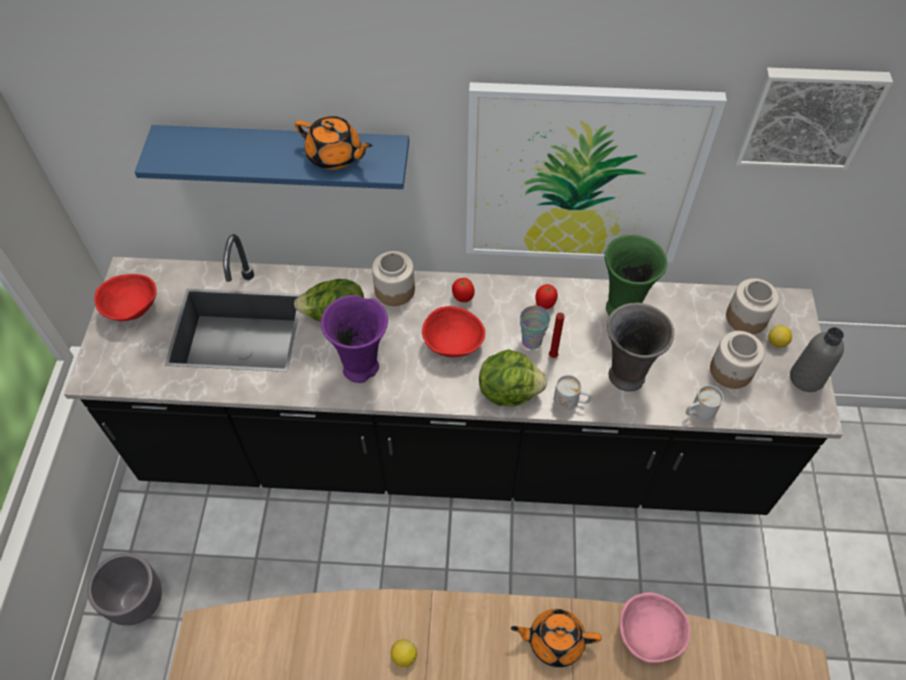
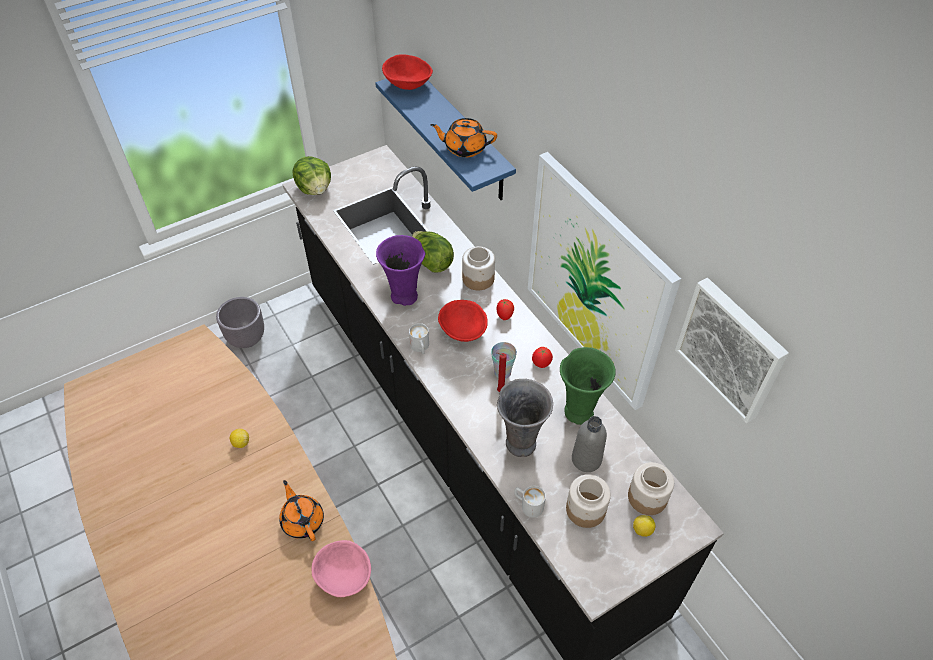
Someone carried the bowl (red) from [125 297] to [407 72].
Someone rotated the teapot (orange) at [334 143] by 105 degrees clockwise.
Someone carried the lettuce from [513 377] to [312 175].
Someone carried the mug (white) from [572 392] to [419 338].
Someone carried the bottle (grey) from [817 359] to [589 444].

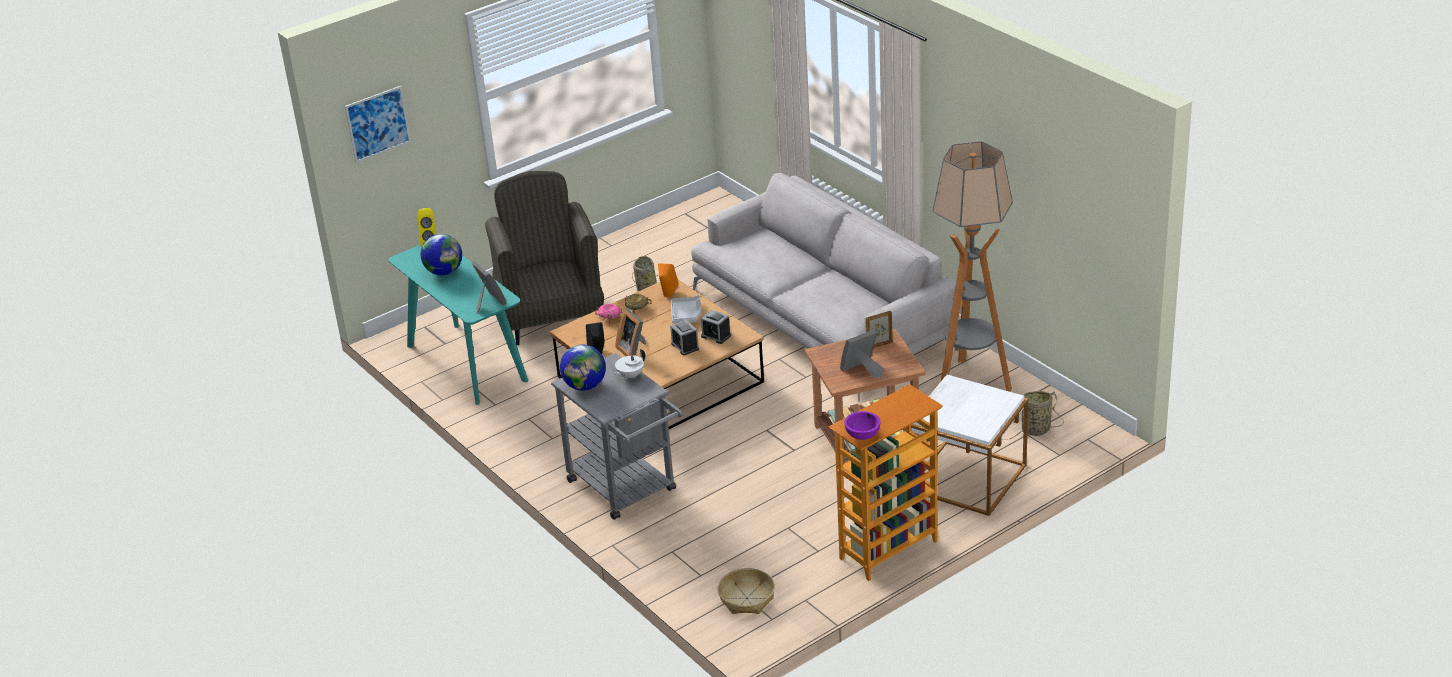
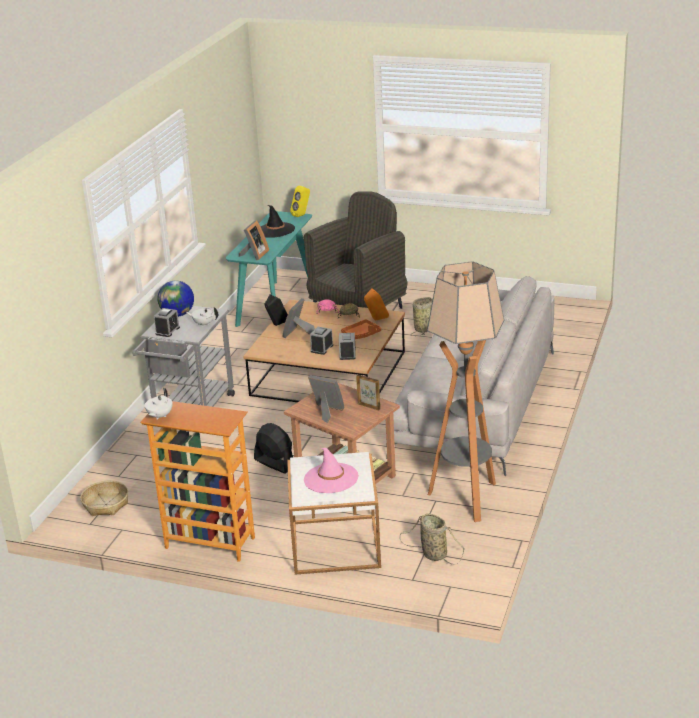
Someone took away the picture at [378 124].
Someone swapped the globe at [441 254] for the hat (black) at [278 221].
Someone repainted the tray (grey) at [686 309], which became the tray (orange) at [361 329].
Someone swapped the bowl (purple) at [862 425] for the teapot (white) at [158 404].
Someone put down the alarm clock at [167 322].
Someone put down the fan (black) at [273 448].
Someone put down the hat (pink) at [331 470].

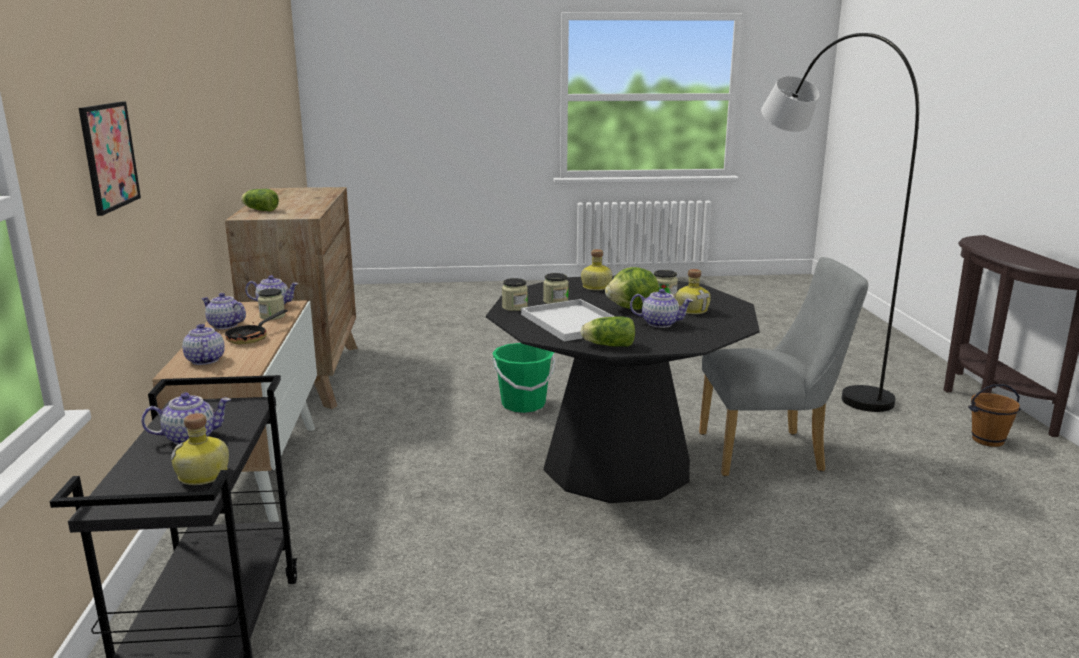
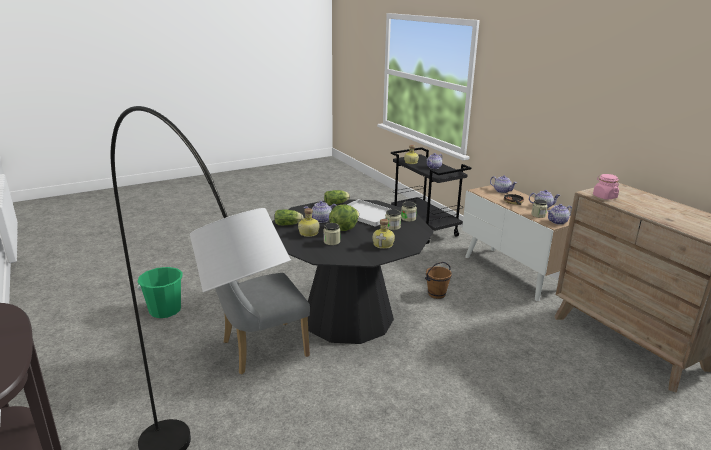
Someone took away the picture at [110 158].
Someone carried the lettuce from [260 200] to [288 217].
Someone carried the bucket (green) from [524 378] to [160 292].
Someone carried the bucket (brown) from [994 415] to [438 280].
Someone put down the jar (pink) at [606 187].

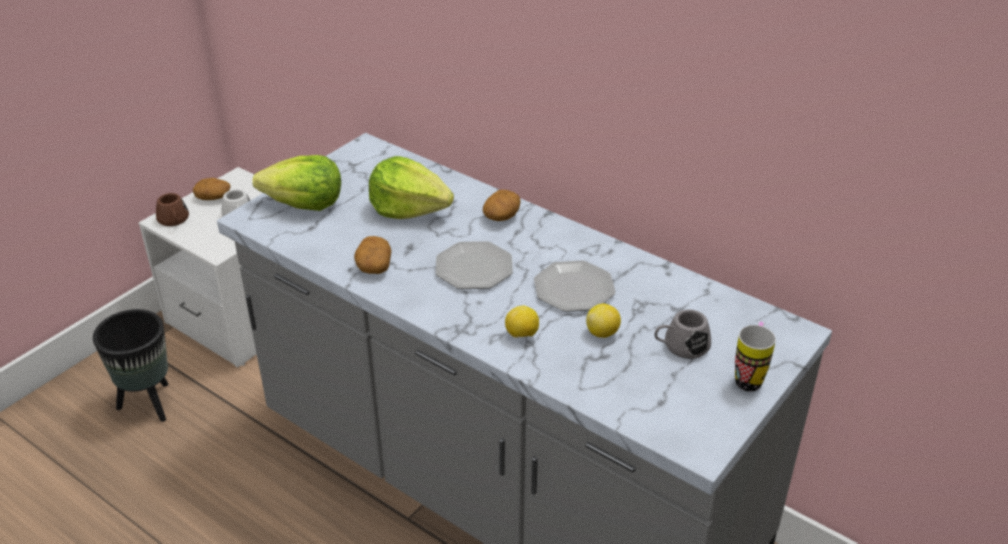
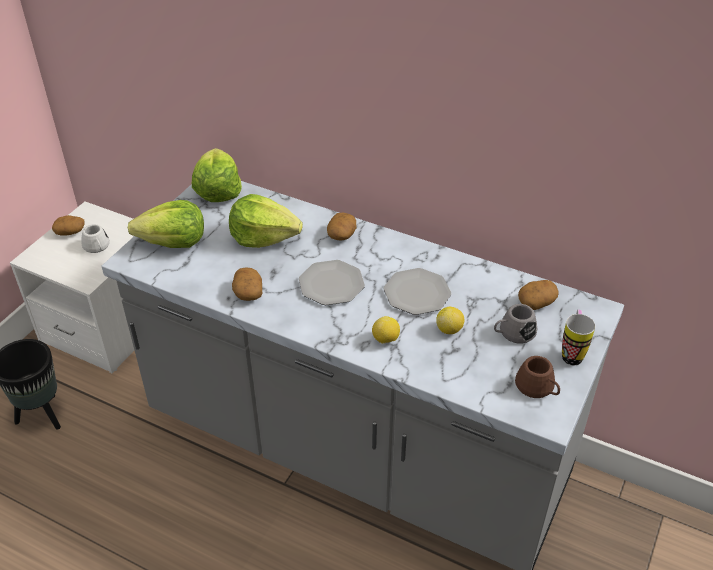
Someone carried the mug (brown) from [172 209] to [537 377].
Someone put down the lettuce at [217 175].
Someone put down the potato at [538 295].

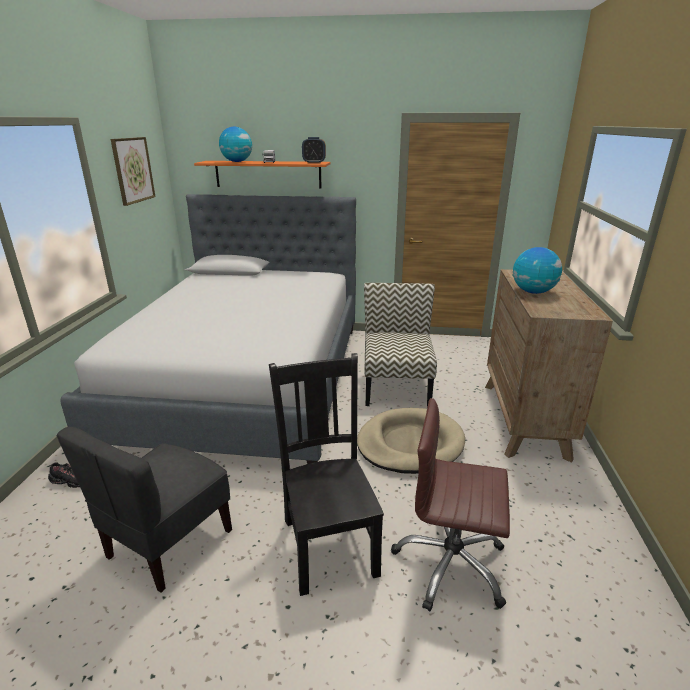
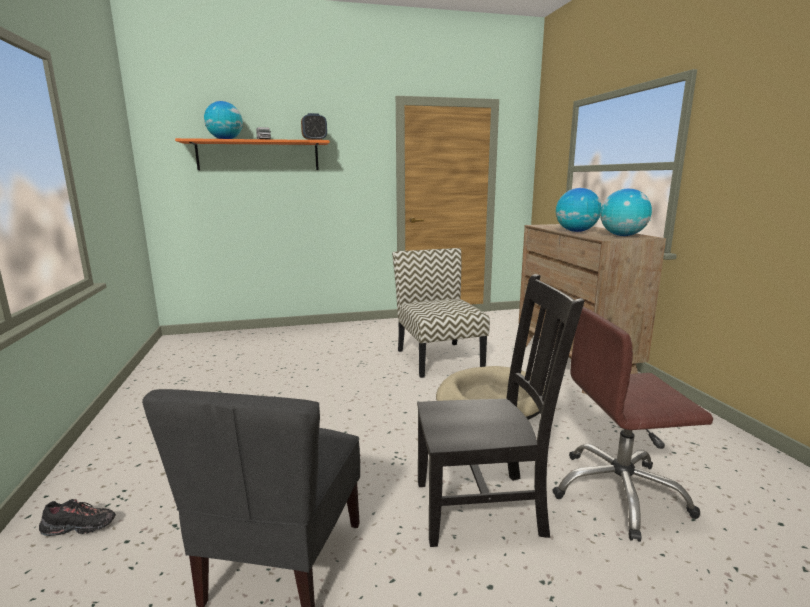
Someone took away the bed at [208 329].
Someone took away the picture at [133 171].
Someone rotated the chair (black) at [326 474] by 120 degrees clockwise.
Someone put down the globe at [626 212].

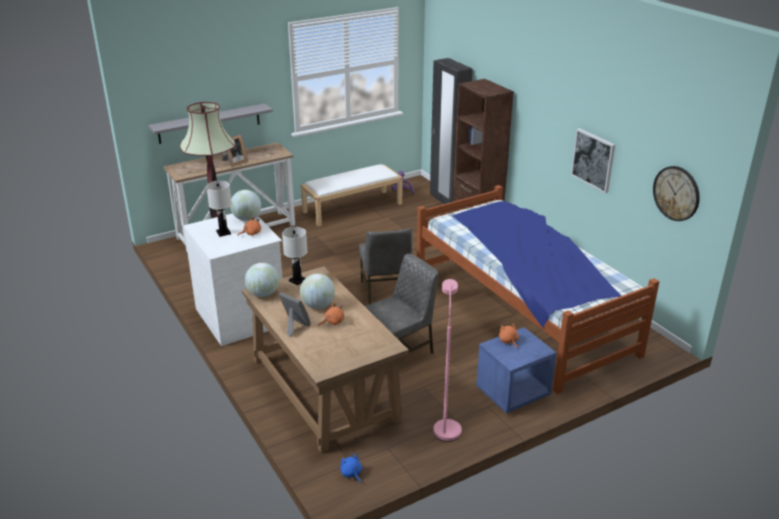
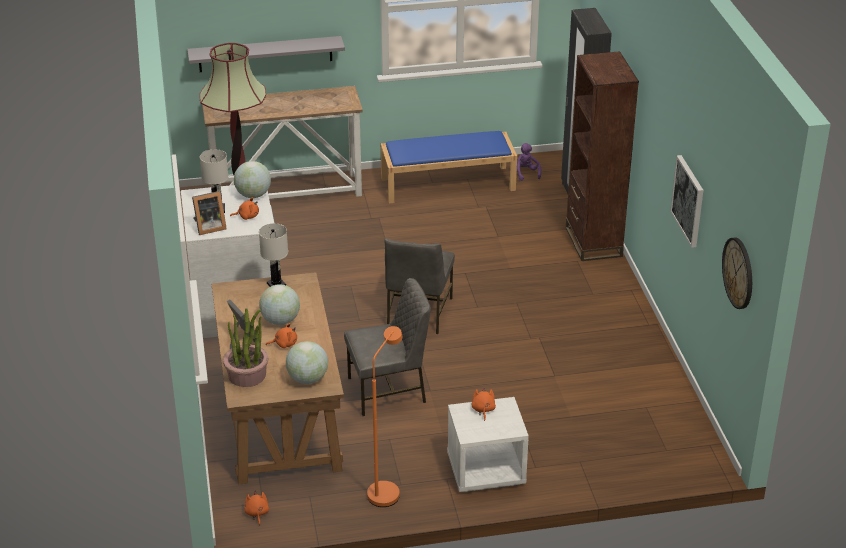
Someone carried the picture frame from [235 150] to [209 213].
Someone carried the globe from [262 280] to [307 362].
Someone repainted the bench (white) at [352 195], which became the bench (blue) at [449 167].
Someone repainted the plush toy (blue) at [351 468], which became the plush toy (orange) at [256 508].
Someone took away the bed at [538 289].
Someone repainted the floor lamp (pink) at [447 360], which became the floor lamp (orange) at [384 416].
Someone repainted the nightstand (blue) at [516 370], which became the nightstand (white) at [488 444].
Someone put down the potted plant at [245 347].

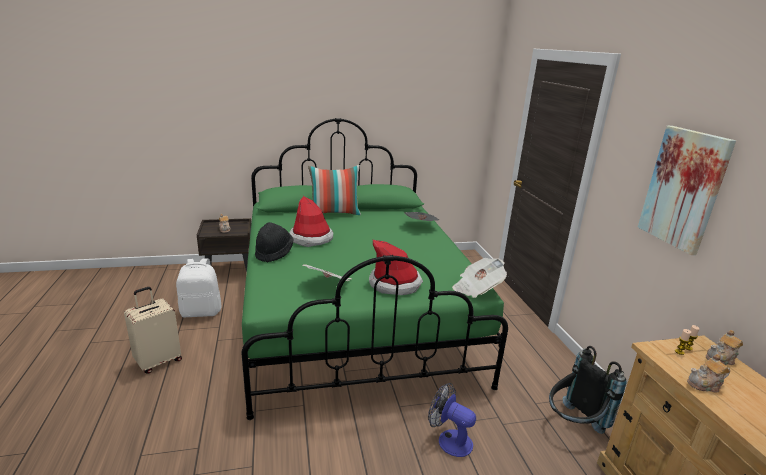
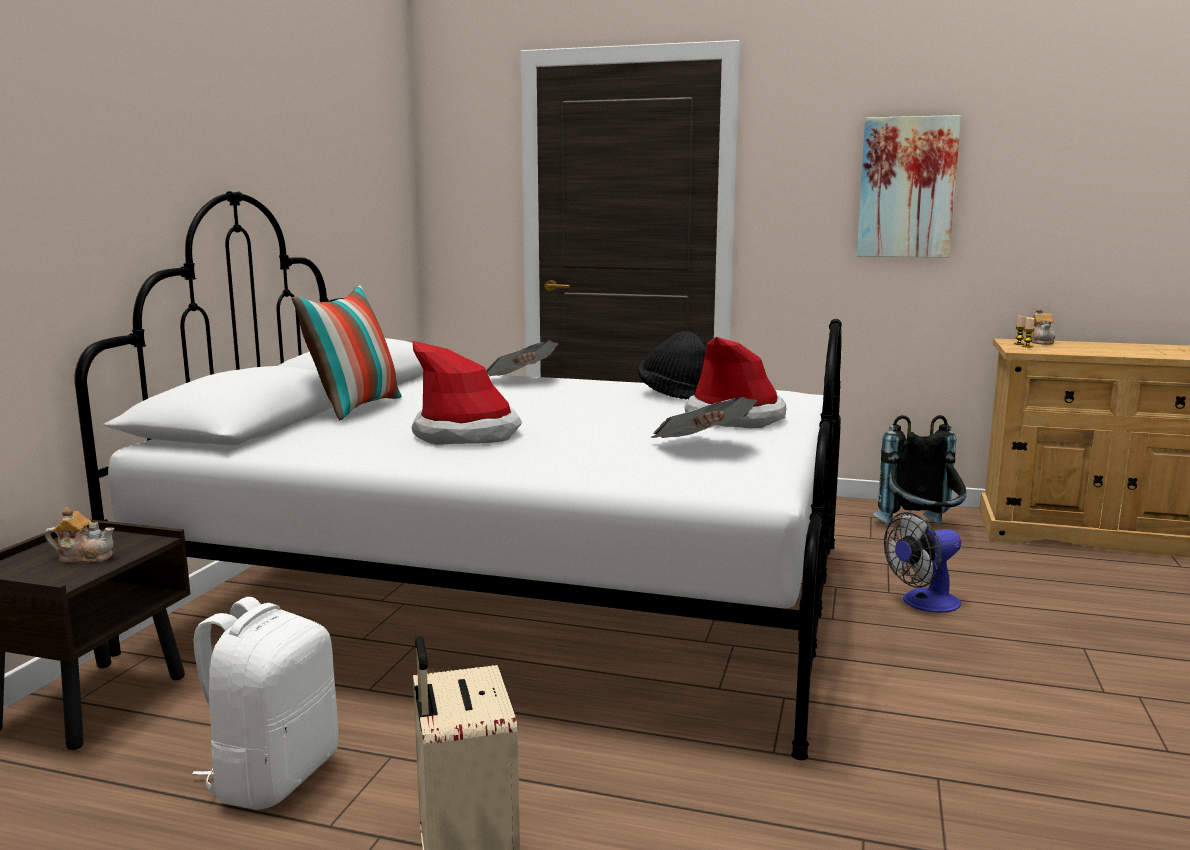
Someone repainted the bed (green) at [375 269], which became the bed (white) at [458 475].
Someone carried the hat (black) from [274 242] to [672 365].
Someone took away the newspaper at [479 278].
Someone took away the teapot at [708 373].

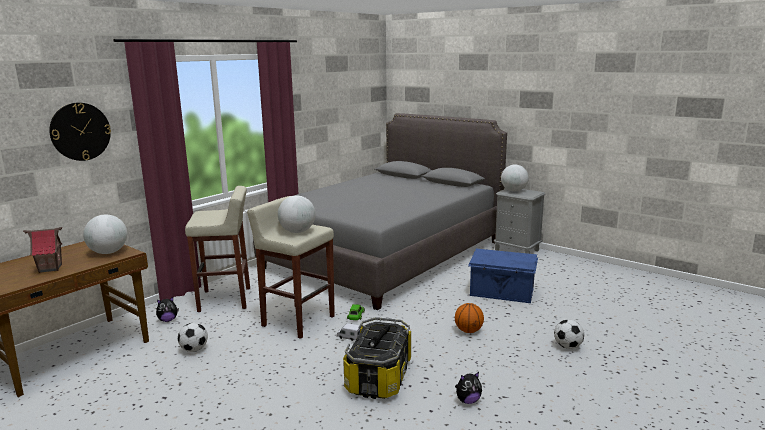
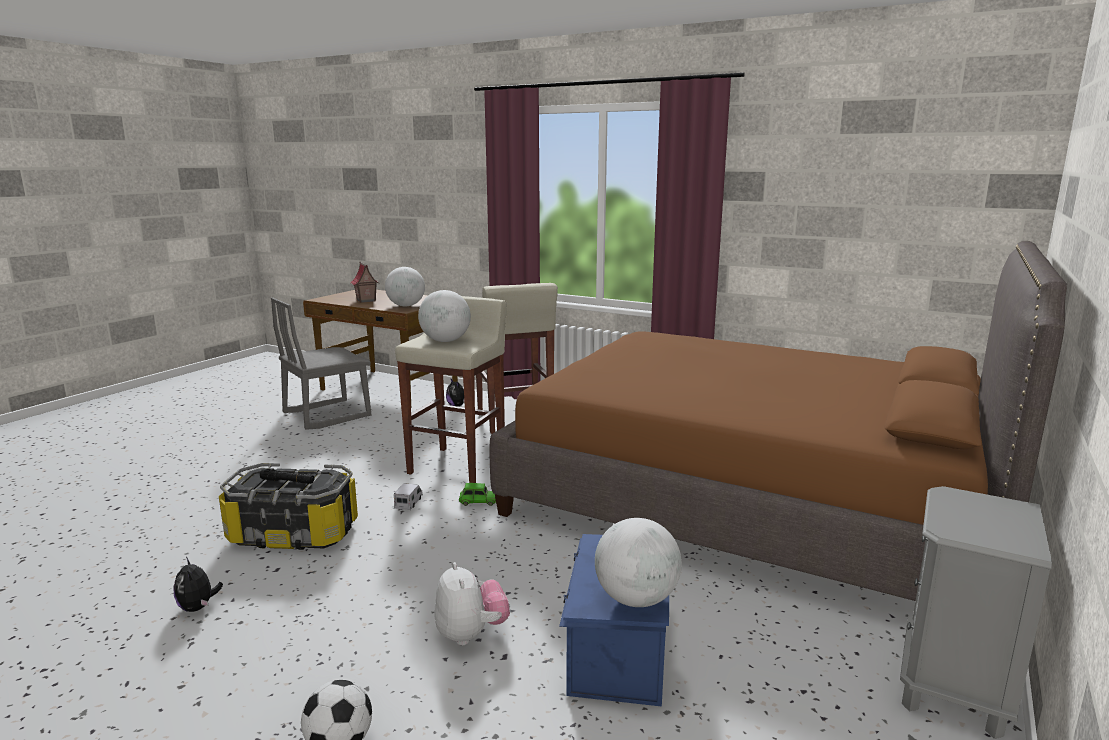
Someone took away the wall clock at [80 132].
Someone took away the football at [193 337].
Someone repainted the bed (grey) at [380 211], which became the bed (brown) at [778 421].
Someone took away the basketball at [469 318].
Someone carried the globe from [515 177] to [638 562].
Someone put down the chair (grey) at [321 364].
Someone put down the plush toy at [472 604].

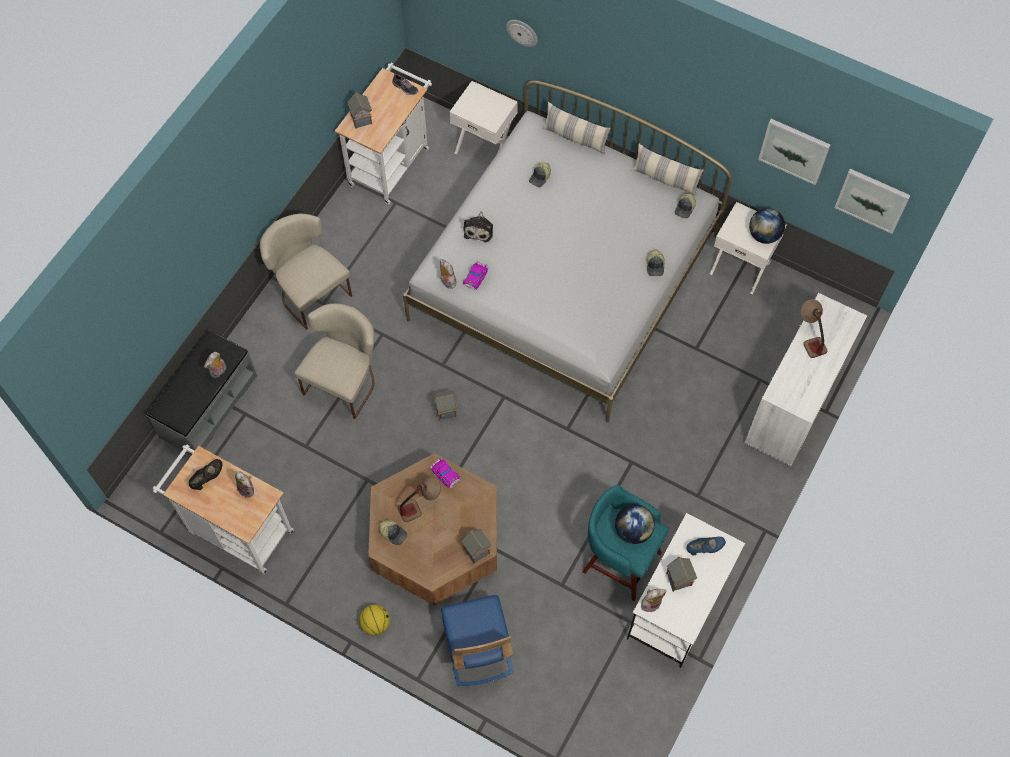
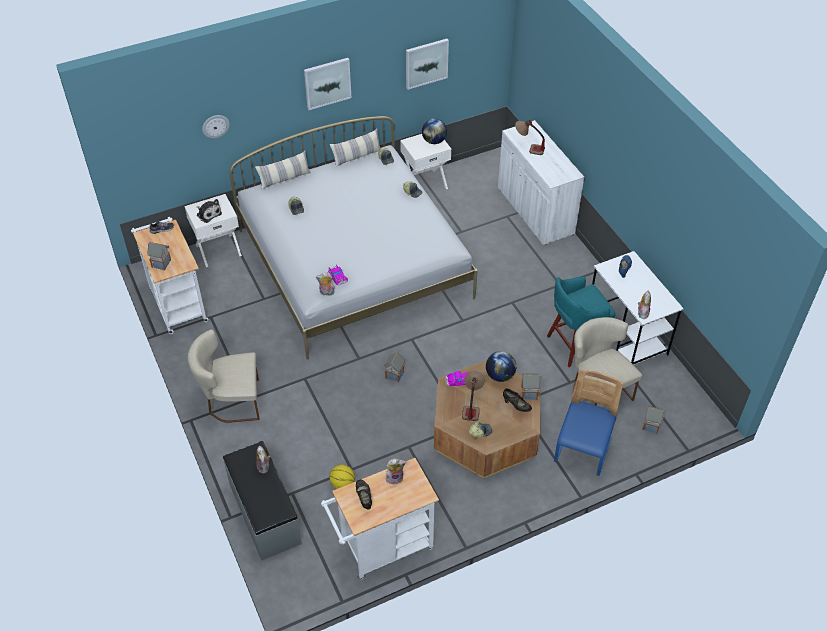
Someone carried the chair (beige) from [334 361] to [607 361].
Someone carried the basketball from [374 620] to [342 477].
Someone rotated the chair (blue) at [477 640] by 90 degrees counterclockwise.
Someone carried the plush toy from [478 226] to [209 211].
Someone carried the globe from [635 524] to [501 366].
Someone carried the toy house from [681 574] to [654 420].
Someone carried the picture from [872 201] to [328 84].
Someone put down the shoe (black) at [517 400].

